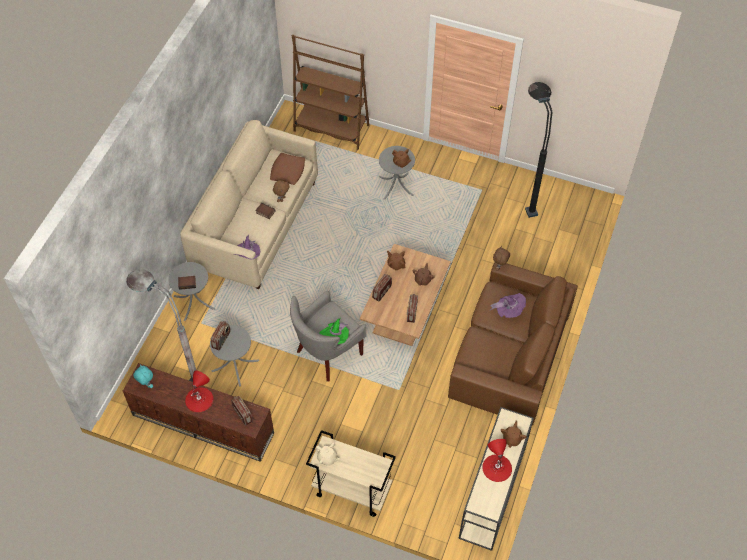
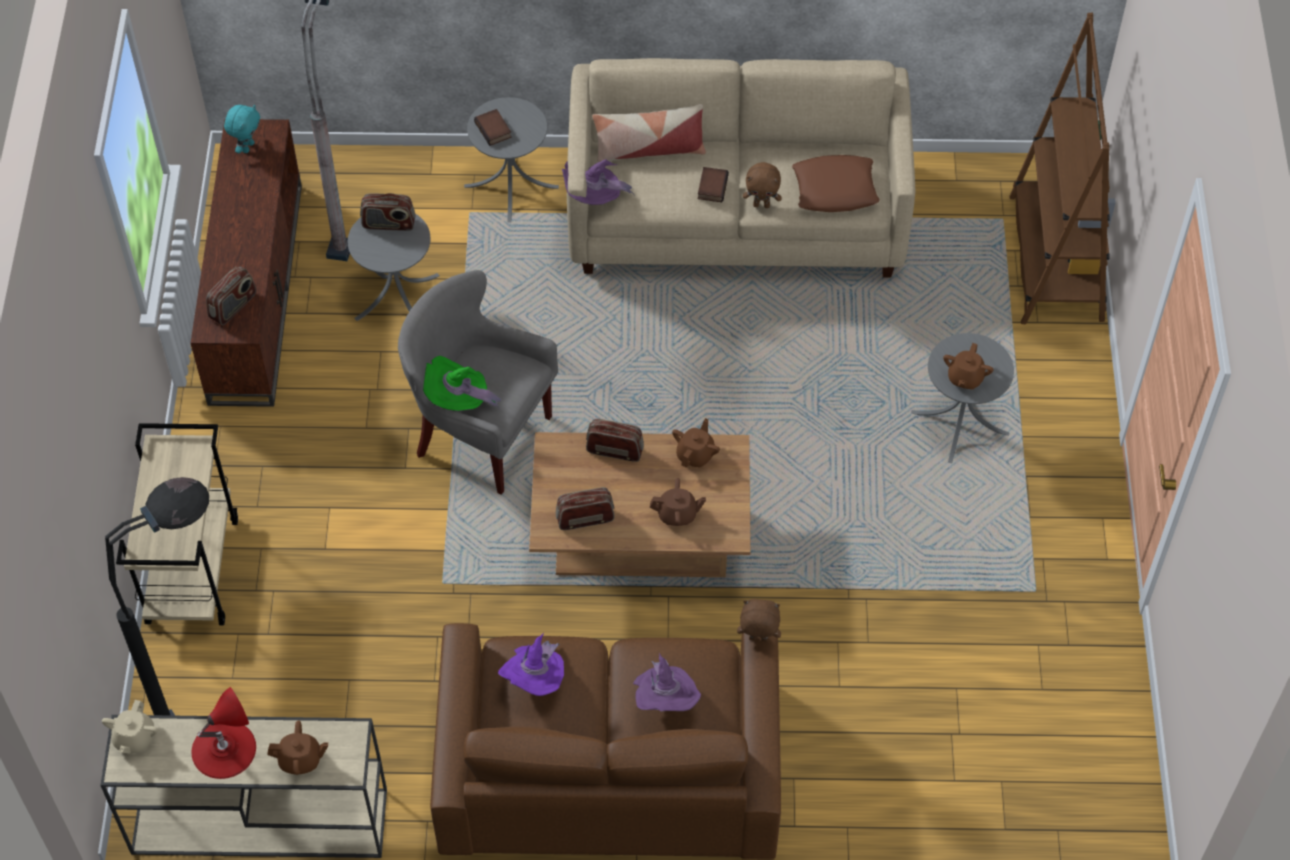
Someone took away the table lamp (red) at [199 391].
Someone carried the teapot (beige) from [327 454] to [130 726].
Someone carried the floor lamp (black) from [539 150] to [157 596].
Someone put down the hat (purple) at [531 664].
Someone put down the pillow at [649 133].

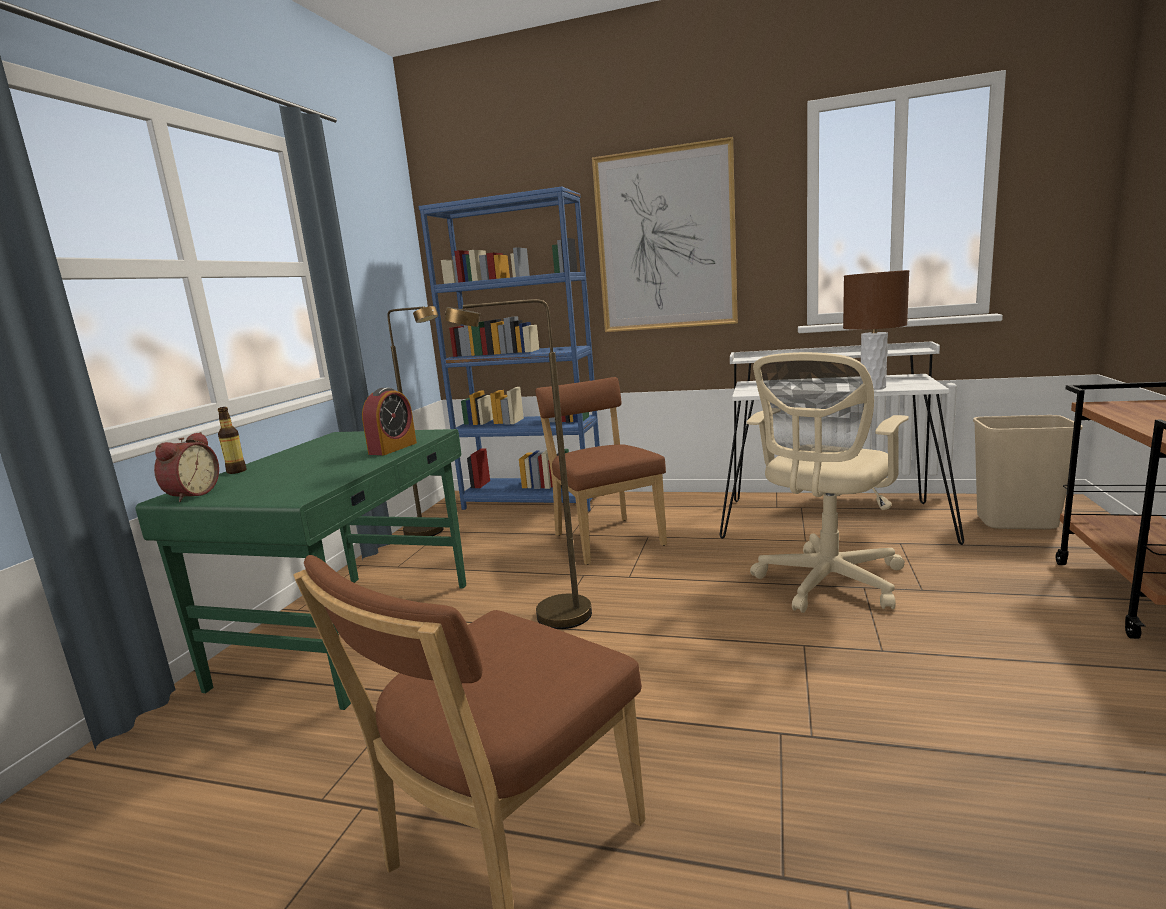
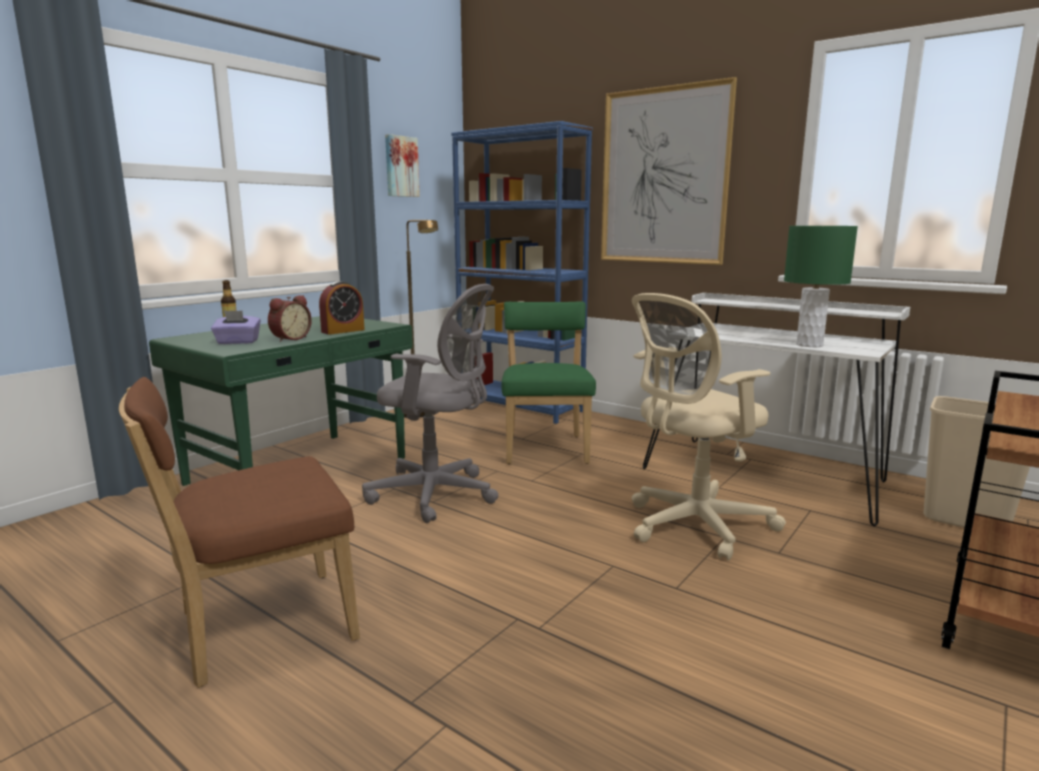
Someone carried the alarm clock from [186 467] to [290 318].
Someone swapped the floor lamp (brown) at [518 464] for the office chair (grey) at [430 403].
Someone repainted the chair (brown) at [601 471], which became the chair (green) at [548 382].
Someone repainted the table lamp (brown) at [876 330], which became the table lamp (green) at [821 286].
Someone put down the tissue box (purple) at [236 327].
Someone put up the picture at [402 165].

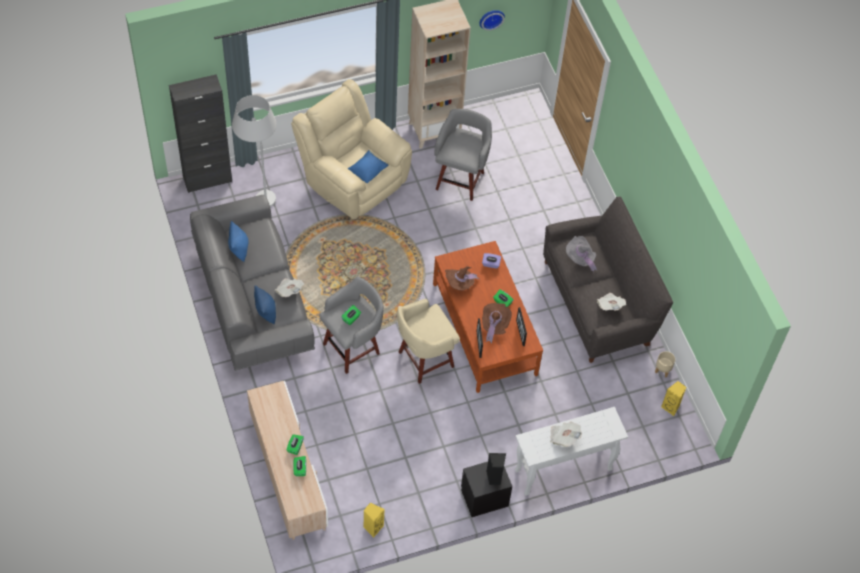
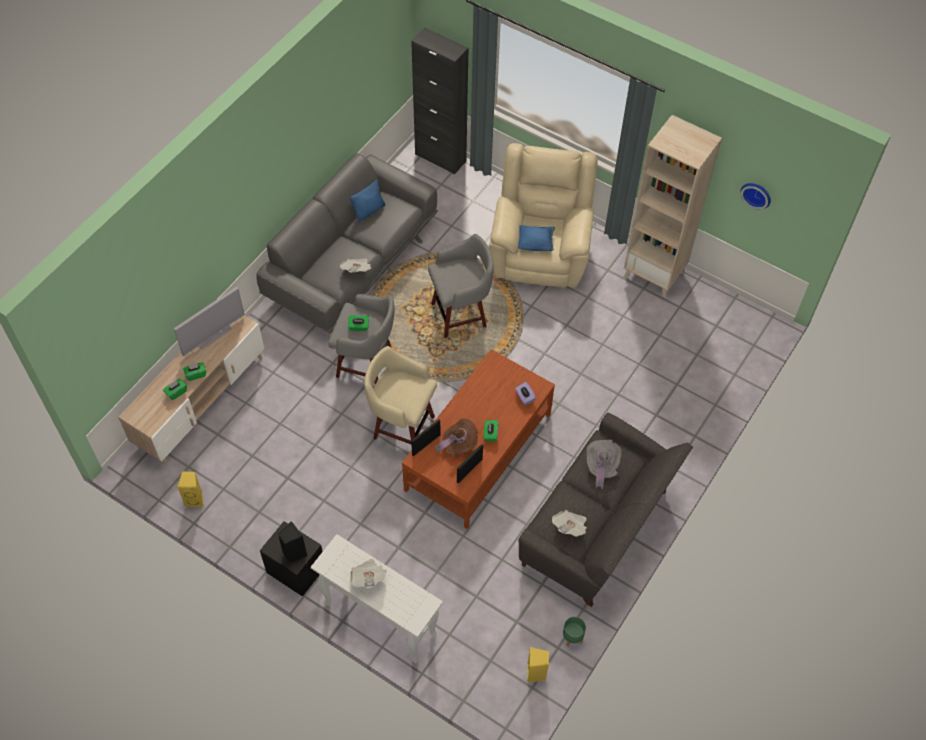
Someone took away the floor lamp (white) at [254 151].
Someone took away the pillow (blue) at [265 305].
Someone carried the stool (grey) from [463 155] to [461 286].
Someone took away the hat (brown) at [461 278].
Someone repainted the planter (beige) at [665 364], which became the planter (green) at [574 631].
Someone put down the television at [209 321].

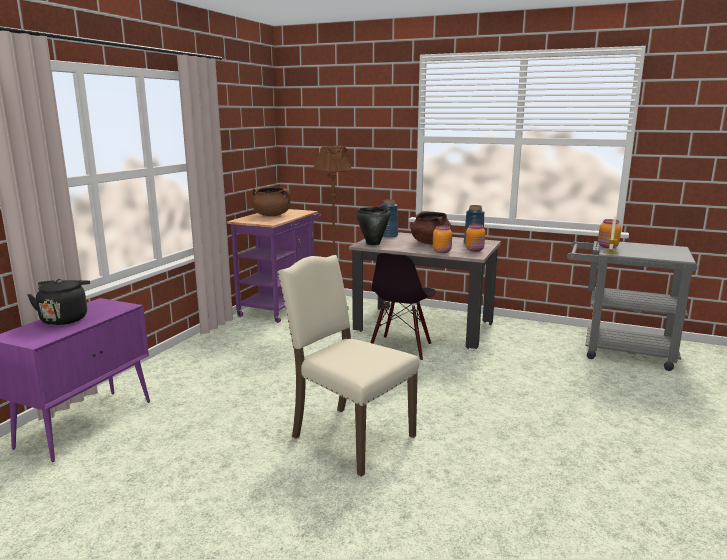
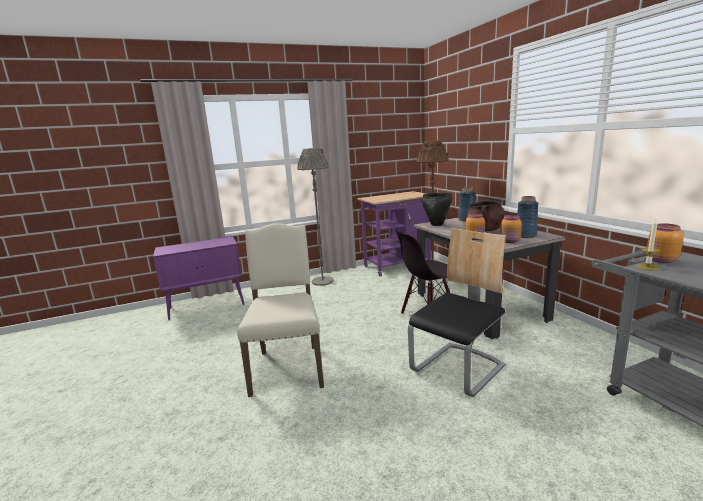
Someone took away the kettle (black) at [59 302].
Someone took away the cooking pot (brown) at [271 201].
Someone put down the floor lamp (grey) at [315 217].
Someone put down the chair at [457 312].

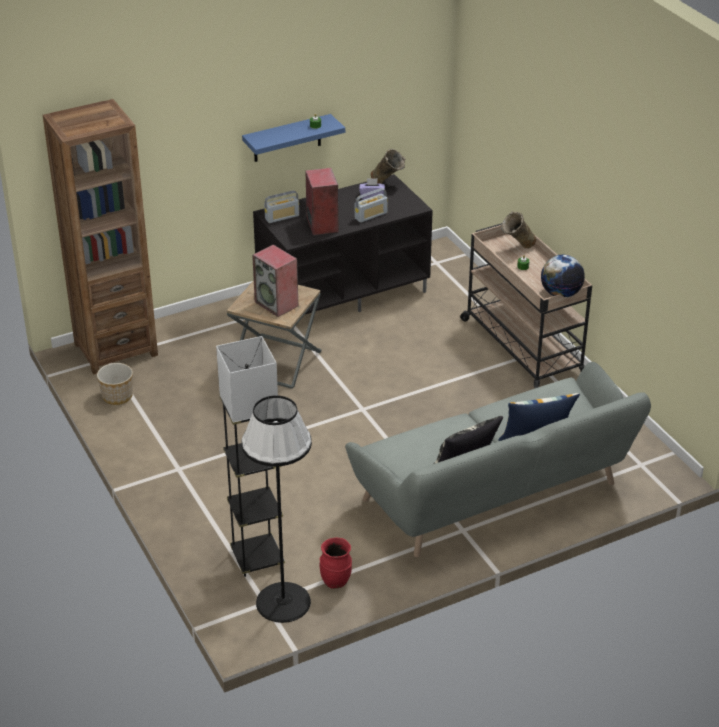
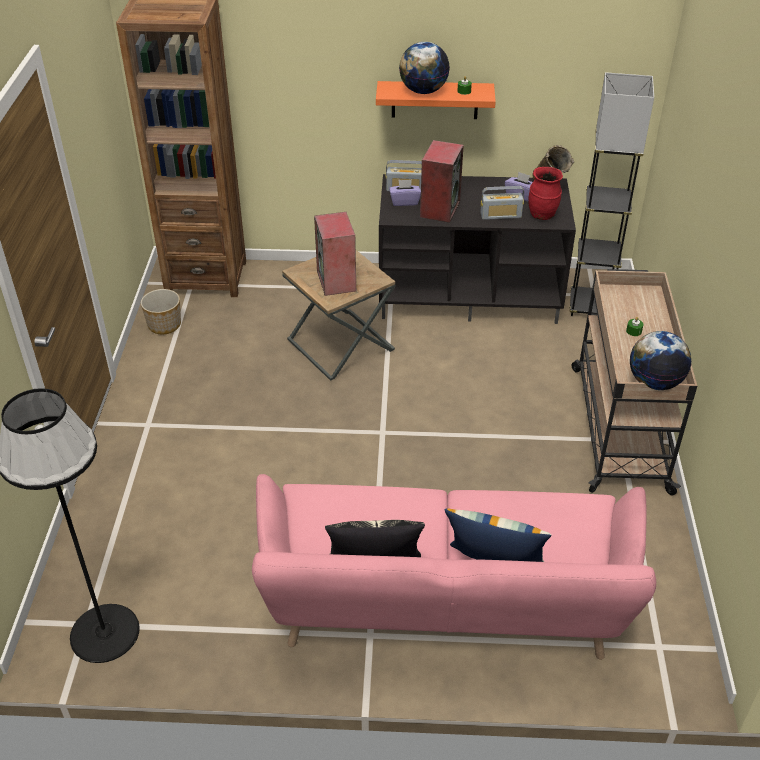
Someone carried the floor lamp (grey) from [250 456] to [612 194].
Someone repainted the shelf (blue) at [293 138], which became the shelf (orange) at [436 100].
Someone carried the vase (red) from [336 563] to [545 193].
Someone repainted the sofa (grey) at [498 460], which became the sofa (pink) at [454 567].
Someone took away the vase (beige) at [518 230].
Someone put down the tissue box (purple) at [405 193].
Someone put down the globe at [424 68].

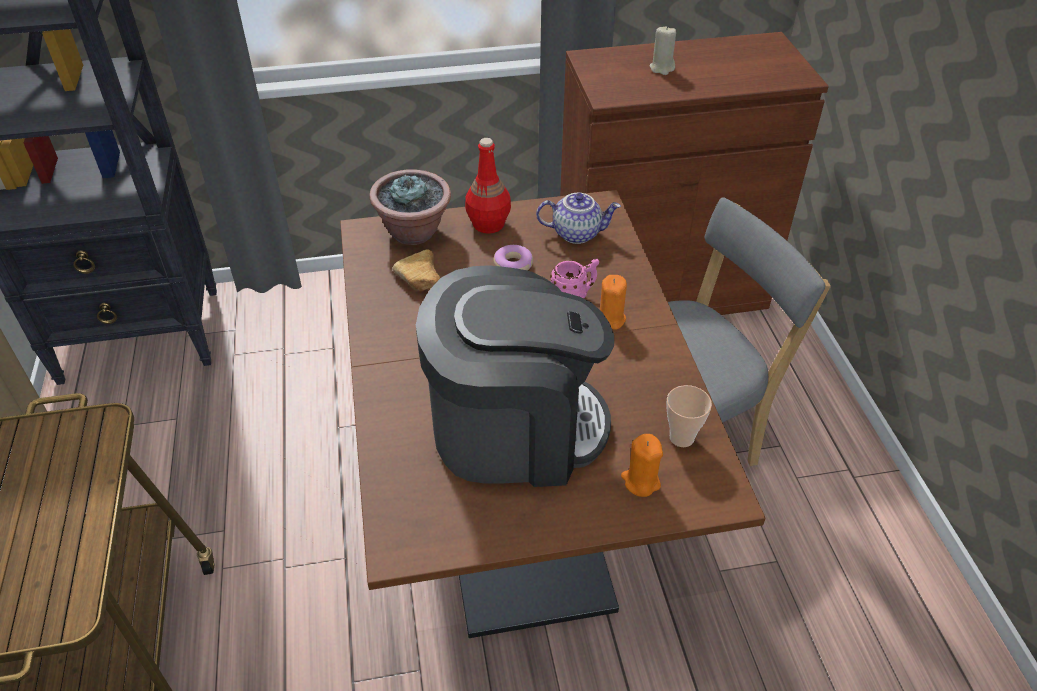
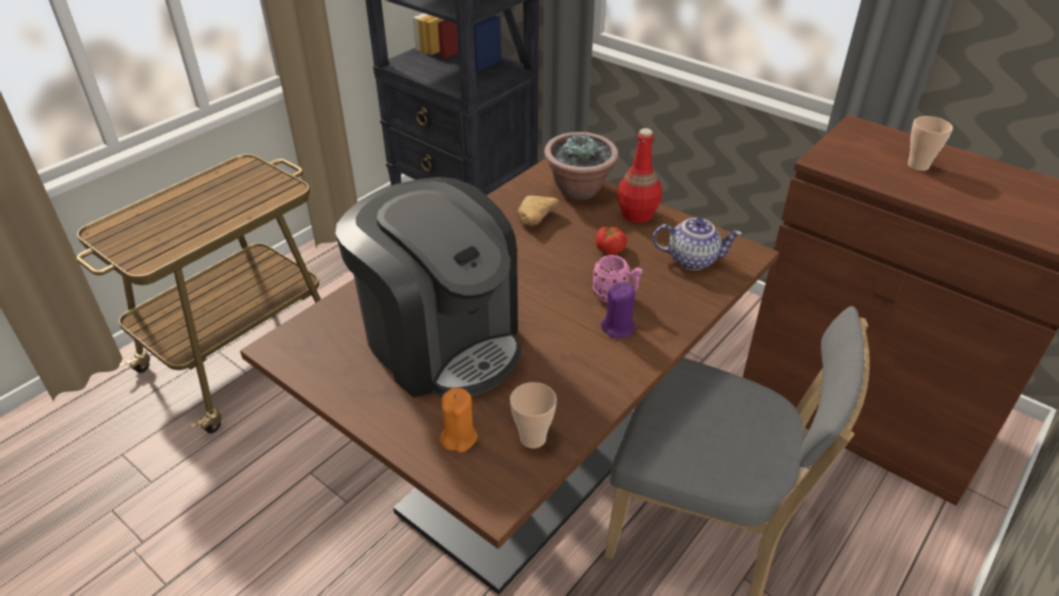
Someone swapped the donut at [513 257] for the tomato at [611 241].
Someone rotated the teapot at [578 218] by 45 degrees counterclockwise.
Someone repainted the candle (orange) at [613 302], which became the candle (purple) at [618 310].
Someone swapped the candle (beige) at [663 50] for the cup at [930 143].

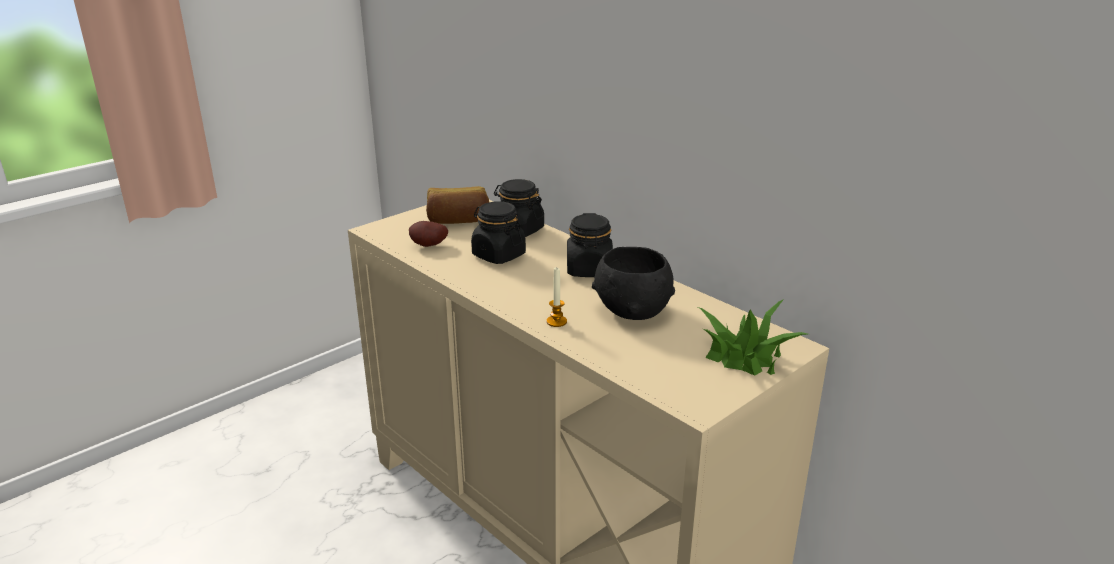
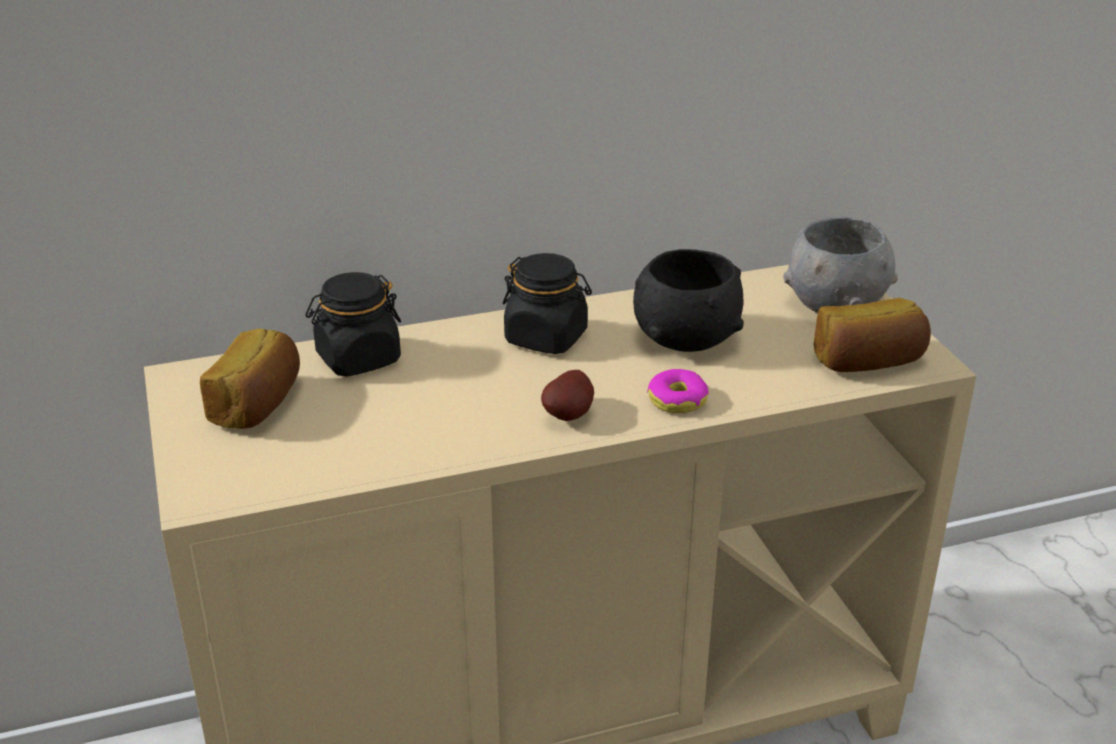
Someone carried the potato from [428 234] to [567 395].
Someone took away the jar (black) at [498 232].
Someone swapped the candle at [556 297] for the donut at [678 391].
Someone swapped the potted plant at [752 337] for the bowl (grey) at [840 265].
Someone put down the bread at [872 335].

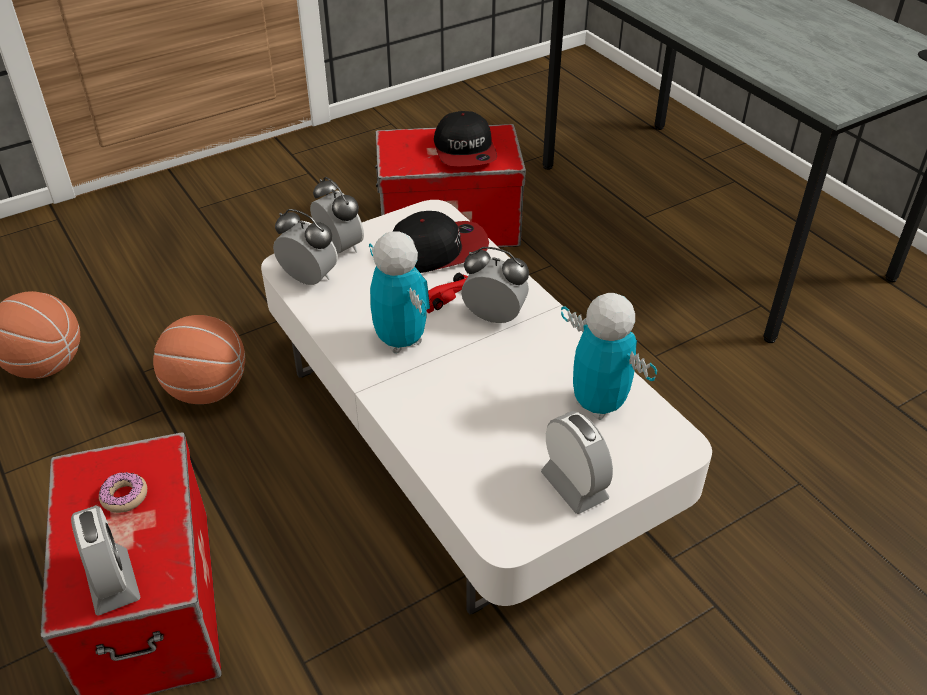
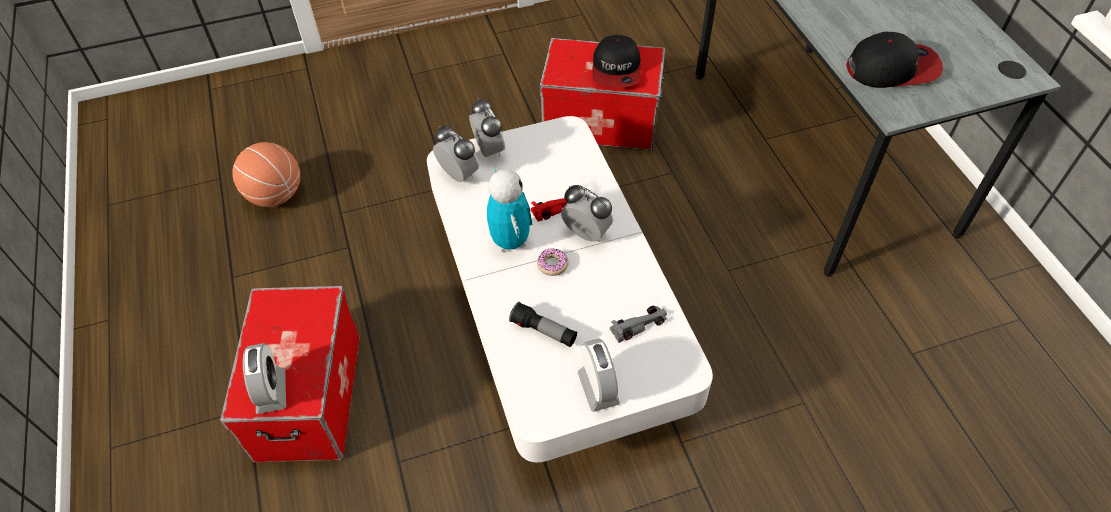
Someone carried the donut from [123 492] to [553 262].
Someone took away the basketball at [199 359].
Someone carried the cap from [441 242] to [894 60].
Someone swapped the toy robot at [609 356] for the toy car (grey) at [638 324].
Someone put down the flashlight at [543 324].

